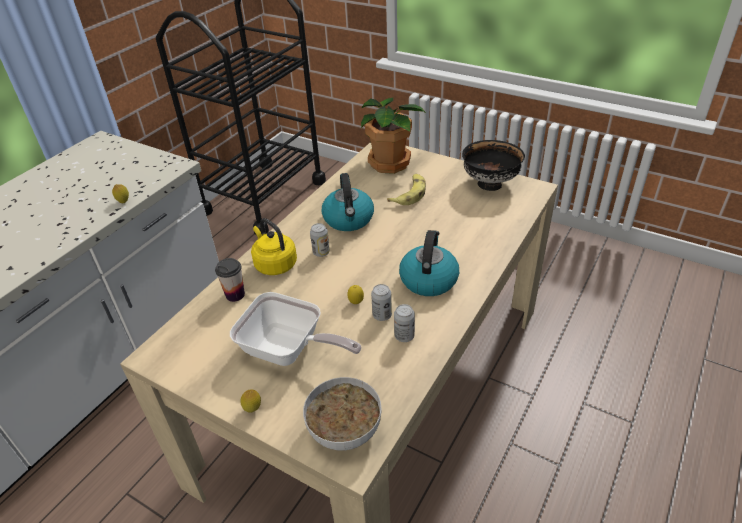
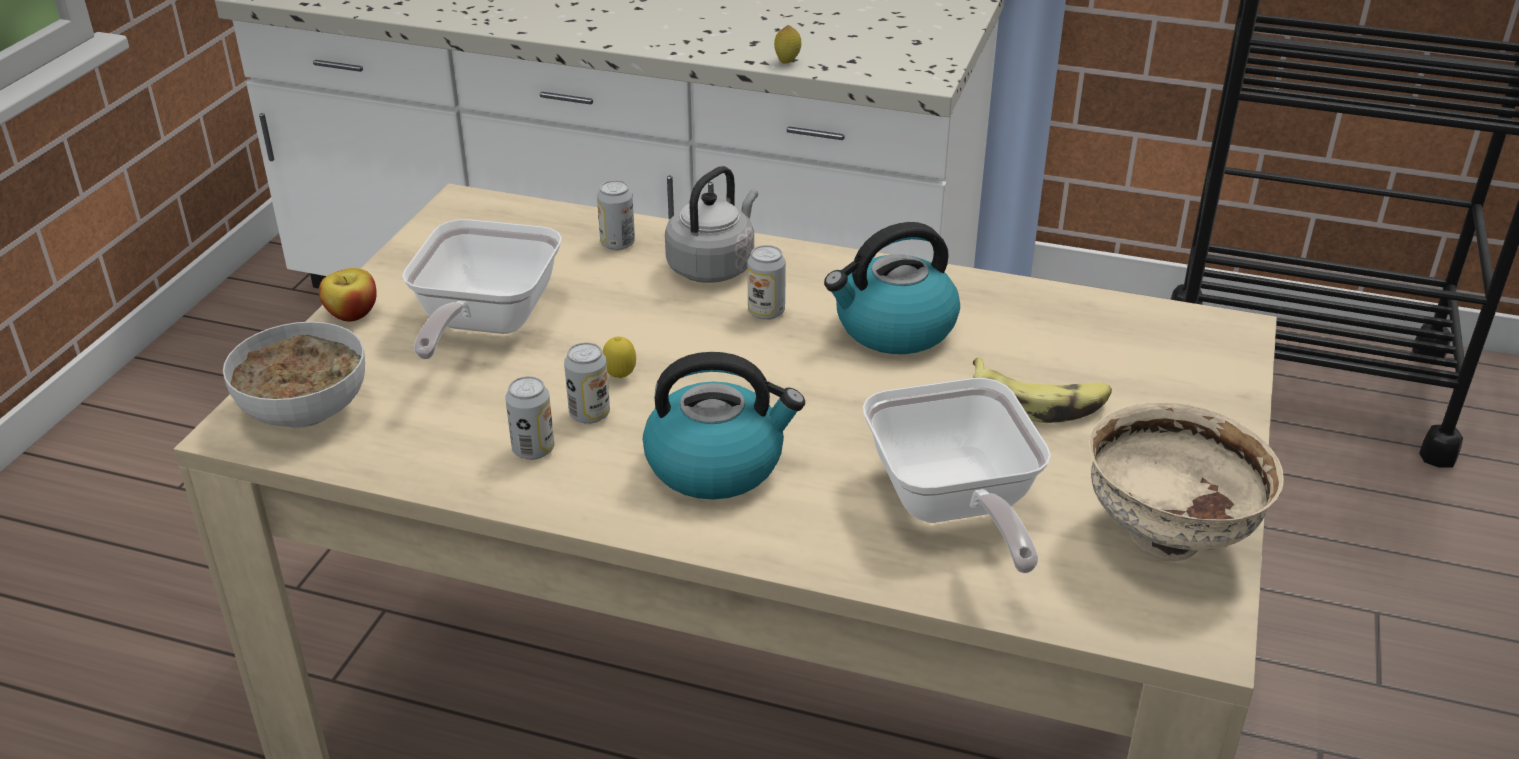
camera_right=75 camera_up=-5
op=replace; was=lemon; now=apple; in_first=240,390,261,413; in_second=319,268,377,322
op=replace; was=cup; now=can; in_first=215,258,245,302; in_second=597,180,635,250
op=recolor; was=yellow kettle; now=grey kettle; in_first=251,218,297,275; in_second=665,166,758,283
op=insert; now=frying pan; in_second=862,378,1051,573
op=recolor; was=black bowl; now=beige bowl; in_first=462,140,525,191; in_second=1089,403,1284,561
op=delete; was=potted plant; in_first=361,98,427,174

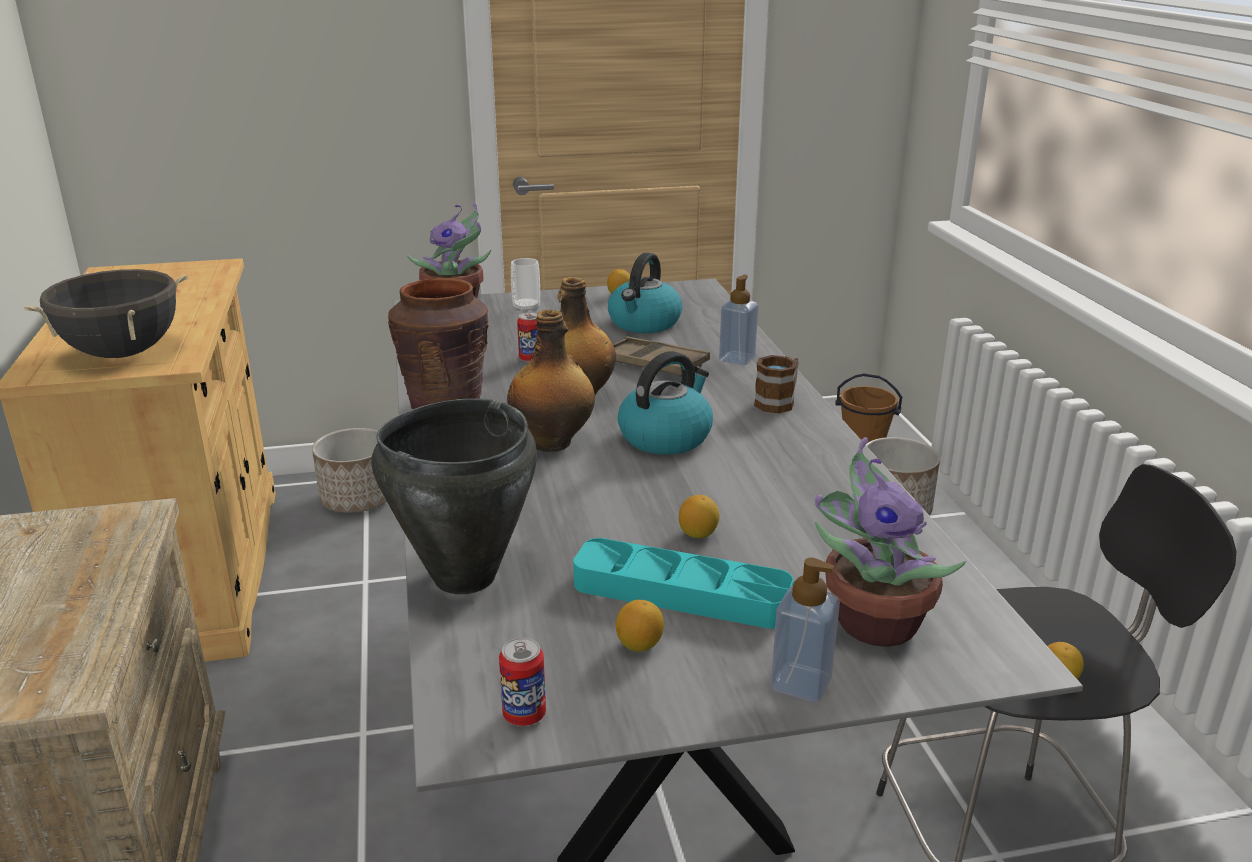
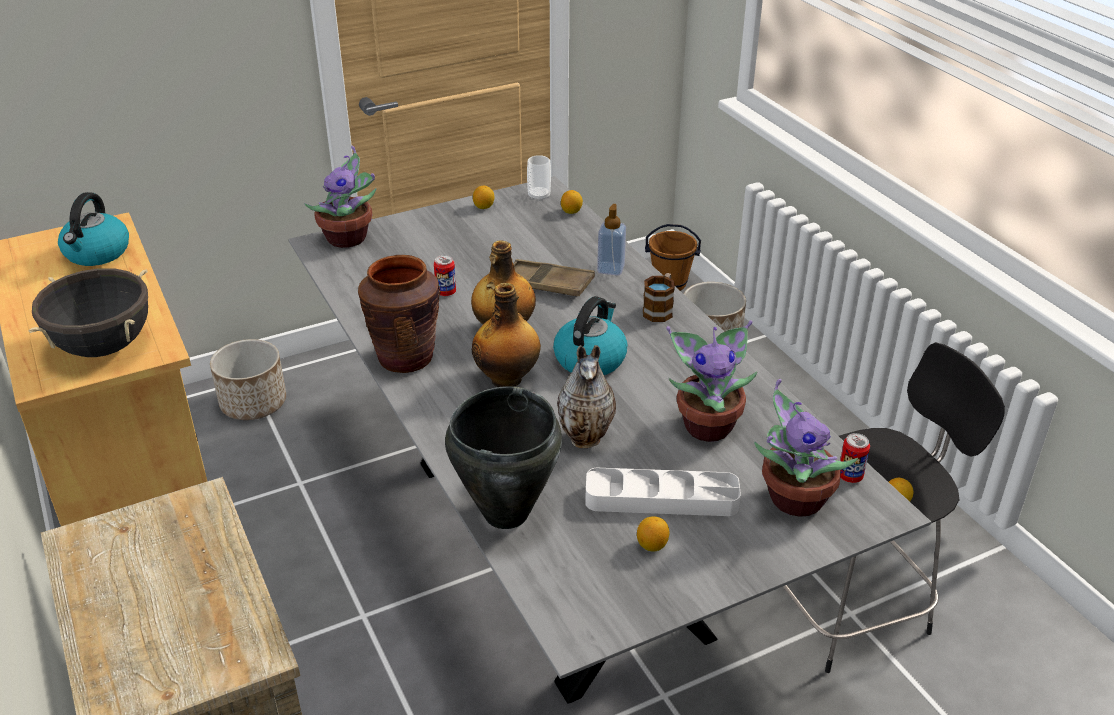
camera_right=-15 camera_up=10
op=move; was=kettle; in_first=608,253,682,333; in_second=58,192,129,266
op=move; was=cup; in_first=511,258,540,313; in_second=527,155,551,201
op=insert; now=vase; in_second=557,345,616,448
op=move; was=lemon; in_first=679,495,719,538; in_second=561,190,583,214
op=recolor; was=turquoise tray; now=white tray; in_first=573,538,794,629; in_second=585,468,741,516
op=insert; now=potted plant; in_second=666,320,757,442
op=move; was=can; in_first=499,638,546,726; in_second=840,433,870,483
op=delete; was=soap dispenser; in_first=771,558,840,703

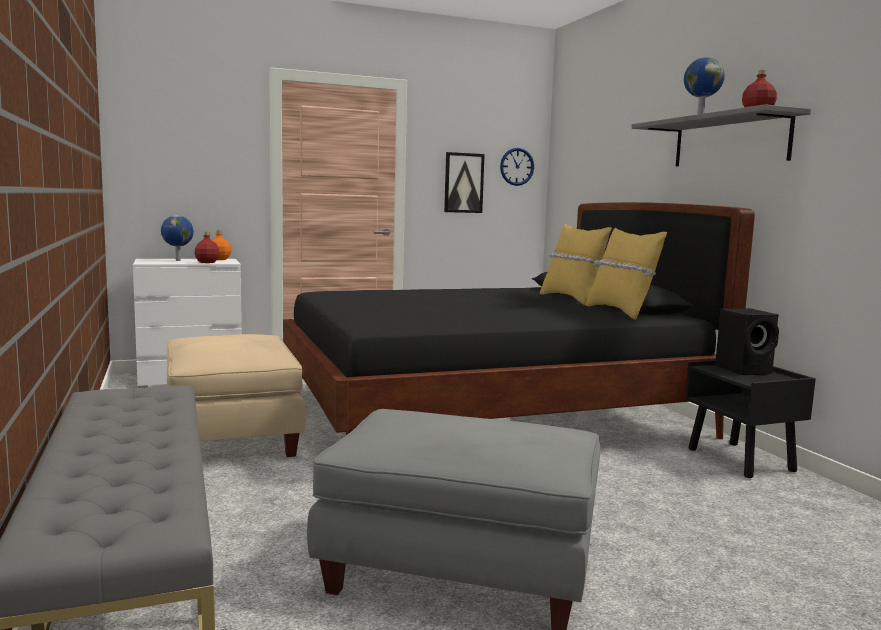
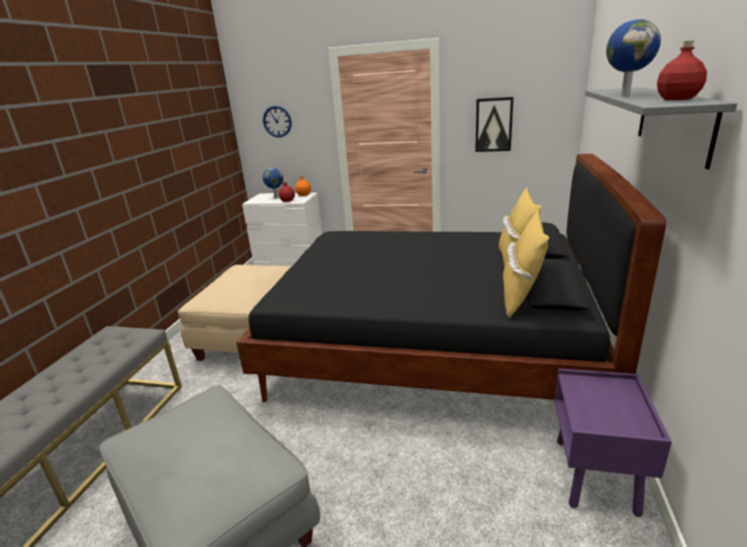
camera_right=35 camera_up=15
op=move; was=wall clock; in_first=500,148,534,186; in_second=263,106,291,137
op=recolor; was=black nightstand; now=purple nightstand; in_first=685,360,816,478; in_second=555,368,672,517
op=delete; was=black speaker; in_first=715,308,779,375

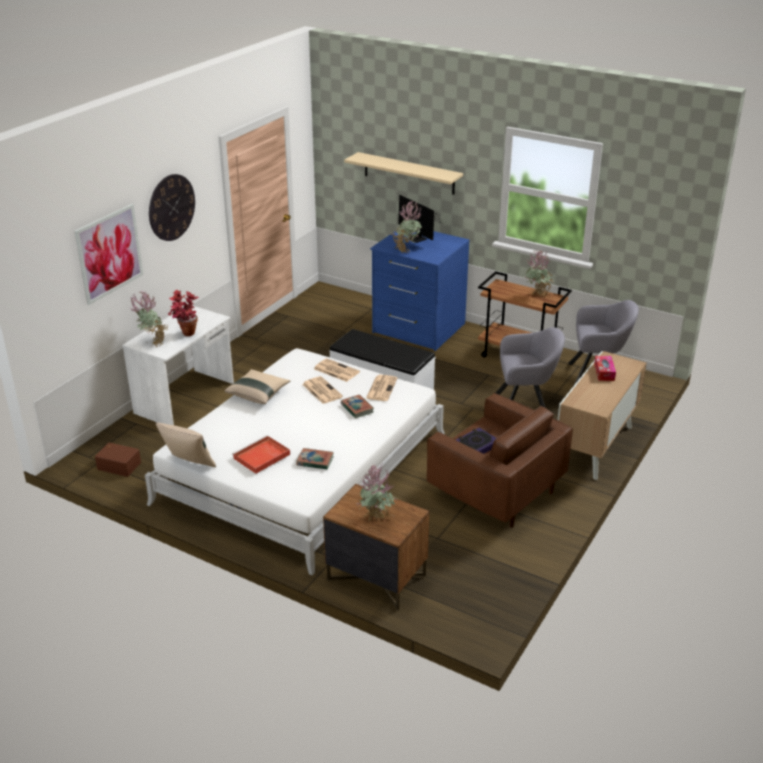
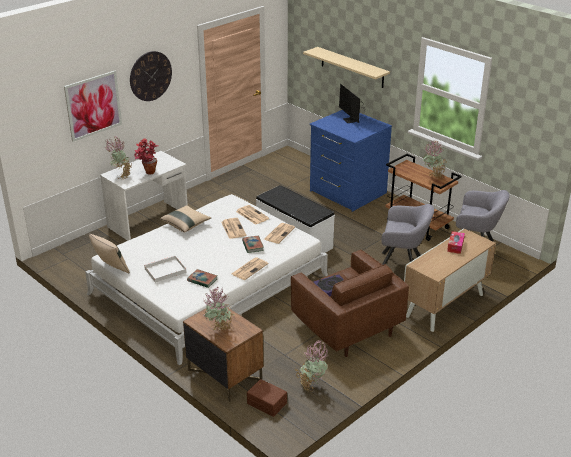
camera_right=15 camera_up=0
op=recolor; was=red tray; now=white tray; in_first=232,435,290,474; in_second=144,256,187,283
op=insert; now=newspaper; in_second=231,257,268,280
op=move; was=brown storage box; in_first=95,443,141,477; in_second=247,379,287,417
op=move; was=potted plant; in_first=390,201,422,253; in_second=295,340,329,391

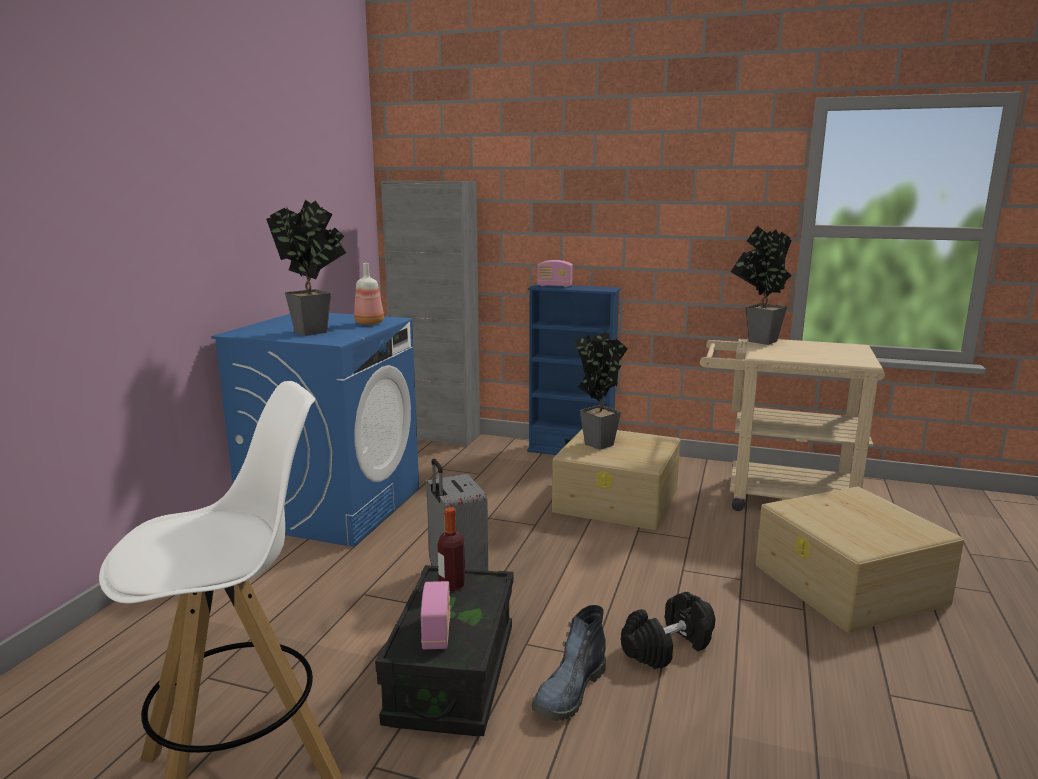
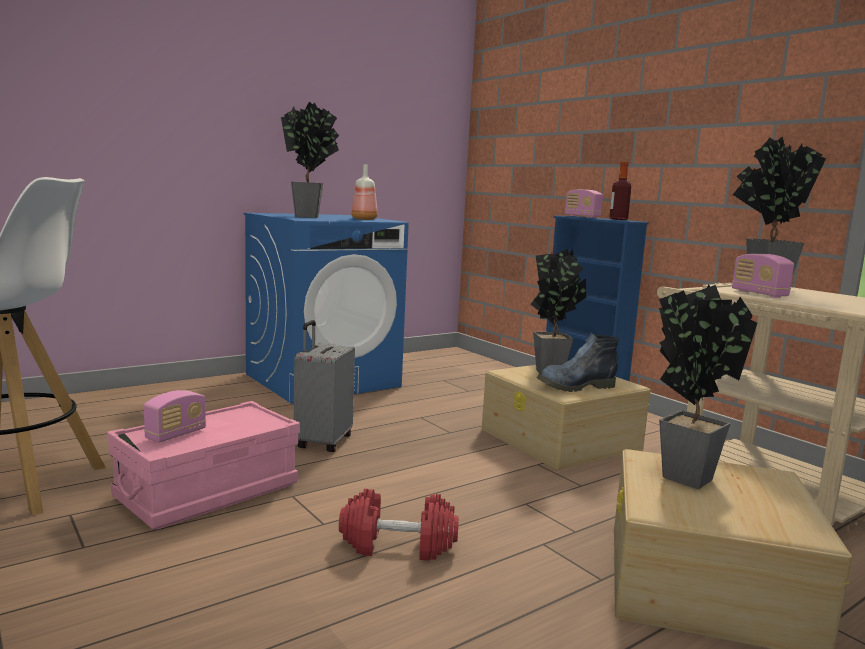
camera_right=35 camera_up=-5
op=recolor; was=black storage box; now=pink storage box; in_first=375,565,514,736; in_second=107,401,300,529
op=recolor; was=black dumbbell; now=red dumbbell; in_first=621,592,715,669; in_second=339,488,459,561
op=move; was=boot; in_first=532,605,606,721; in_second=537,332,619,392
op=move; was=bottle; in_first=438,507,465,591; in_second=609,162,631,220
op=insert; now=potted plant; in_second=659,285,757,489
op=insert; now=radio; in_second=732,254,794,298
op=delete; was=grey cabinet; in_first=381,181,480,446

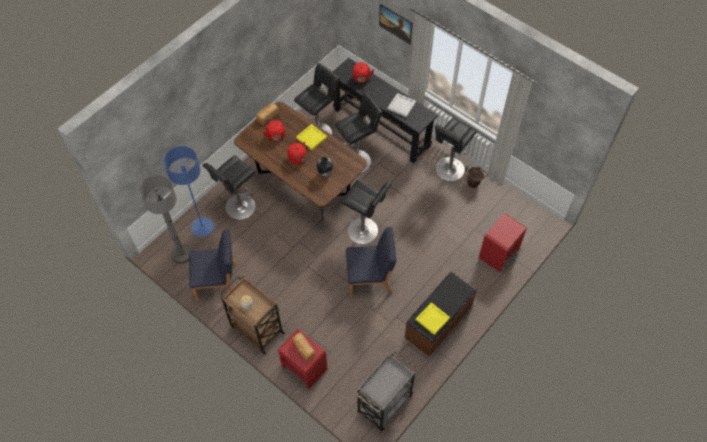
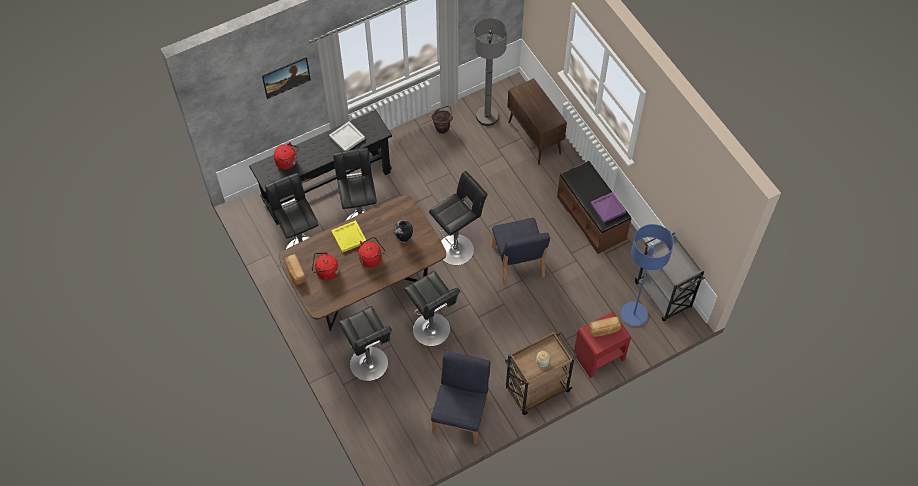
camera_right=-70 camera_up=0
op=move; was=black stool; in_first=434,117,477,181; in_second=404,271,460,346
op=move; was=grey floor lamp; in_first=140,175,192,263; in_second=473,18,507,126
op=rotate; was=blue chair; in_first=346,227,396,297; in_second=492,218,550,286; clockwise=150
op=replace; was=red nightstand; now=brown cabinet; in_first=479,213,527,272; in_second=507,78,567,165
op=recolor; was=yellow tray; now=purple tray; in_first=416,302,450,335; in_second=590,192,626,223
op=move; was=blue floor lamp; in_first=163,146,214,237; in_second=621,224,674,326

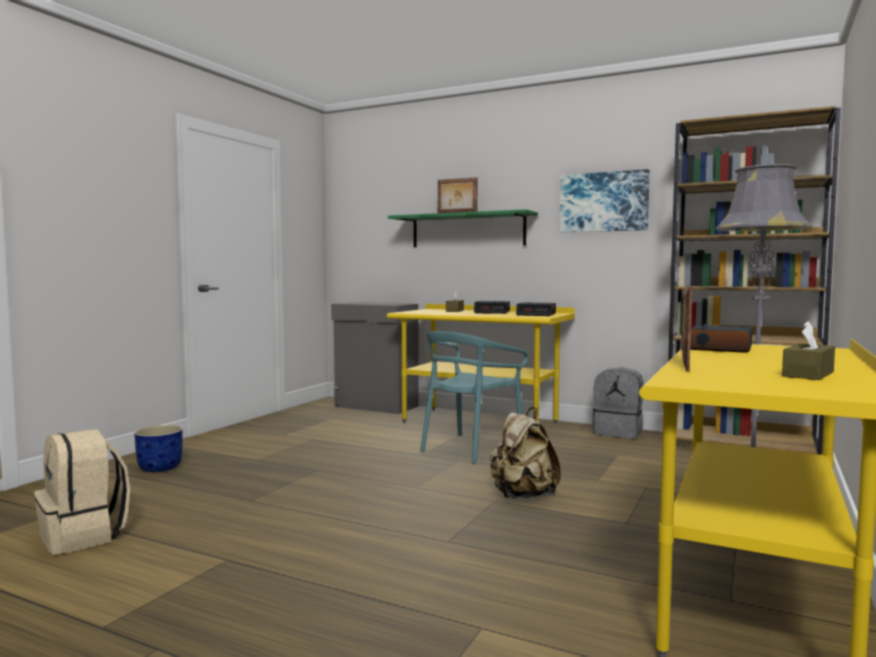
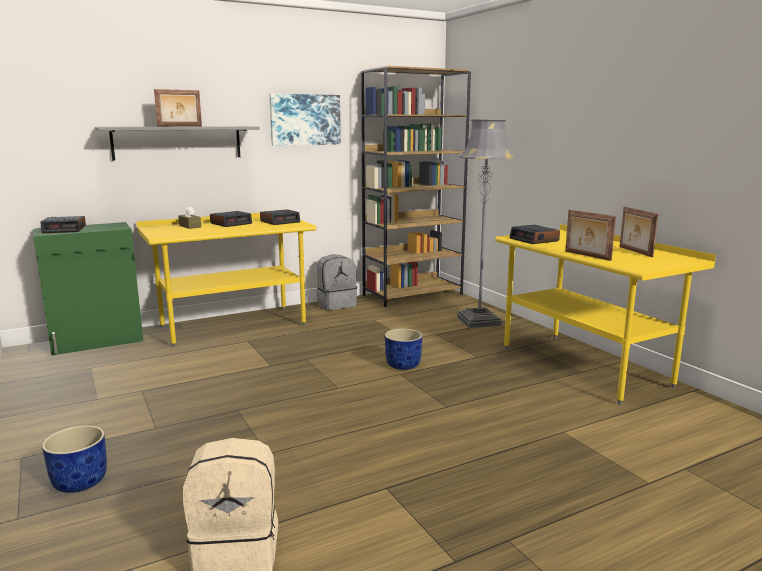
camera_right=-55 camera_up=10
op=recolor; was=grey cabinet; now=green cabinet; in_first=331,302,419,414; in_second=33,222,143,356
op=insert; now=alarm clock; in_second=40,216,86,233
op=recolor; was=green shelf; now=grey shelf; in_first=388,209,538,247; in_second=95,126,260,161
op=replace; was=beige backpack; now=blue planter; in_first=489,407,561,499; in_second=385,329,423,370
op=replace; was=brown tissue box; now=picture frame; in_first=782,321,835,380; in_second=620,207,658,257
op=delete; was=turquoise chair; in_first=420,331,529,464

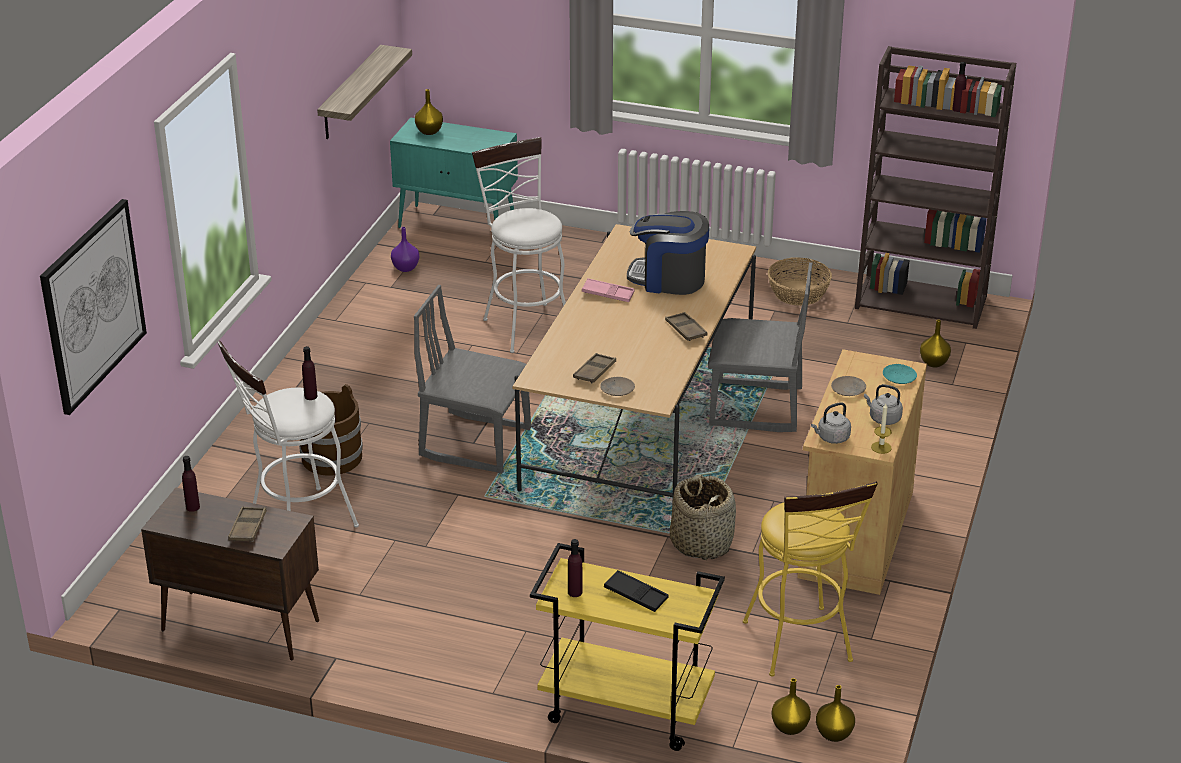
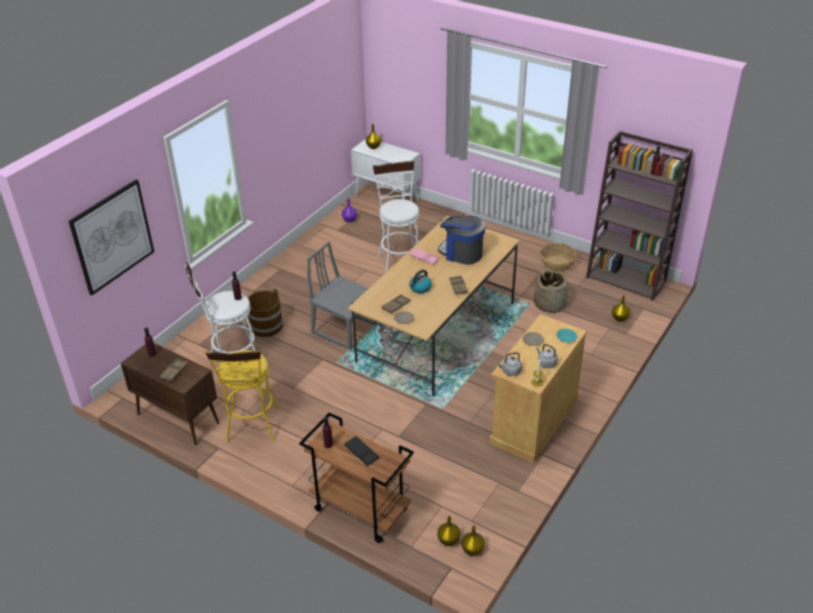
camera_right=15 camera_up=5
op=move; was=yellow stool; in_first=743,482,878,677; in_second=205,350,279,443
op=recolor; was=yellow cart; now=brown cart; in_first=530,543,725,751; in_second=299,412,414,543
op=recolor; was=turquoise cabinet; now=white cabinet; in_first=390,118,518,228; in_second=351,139,420,201
op=insert; now=kettle; in_second=409,270,432,293
op=move; was=basket; in_first=670,475,736,560; in_second=534,270,568,313
op=delete; was=shelf; in_first=317,45,412,139
op=delete; was=grey chair; in_first=708,262,812,432

